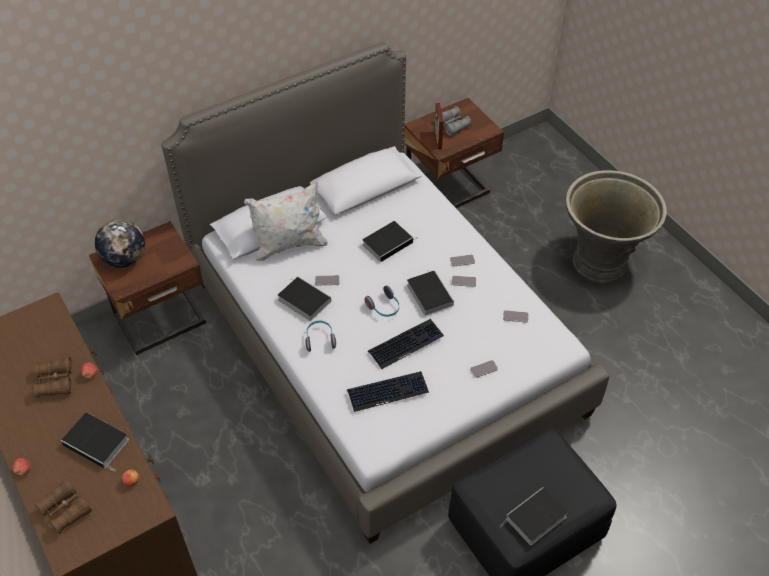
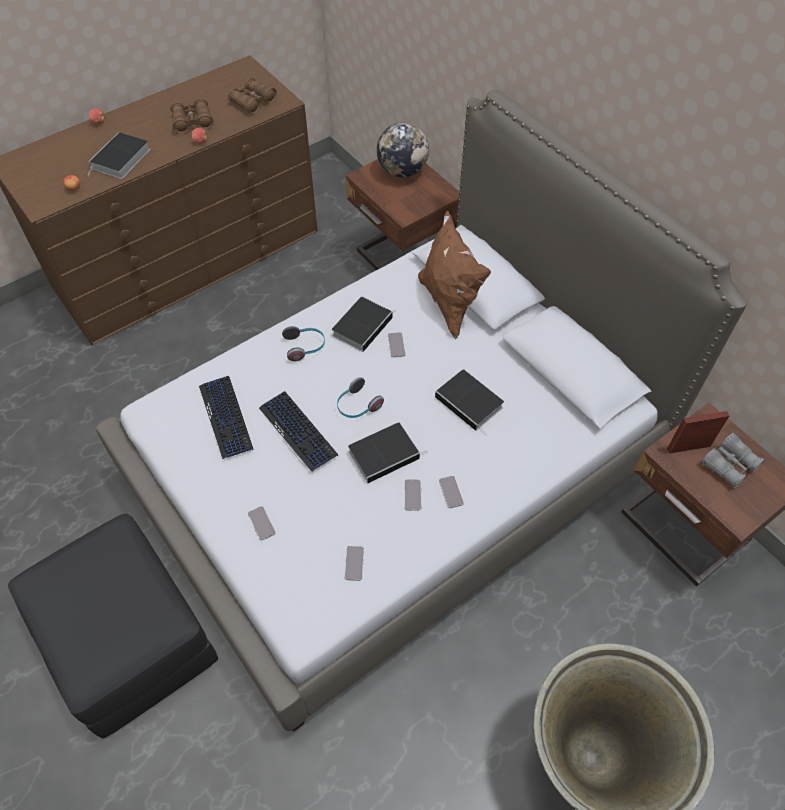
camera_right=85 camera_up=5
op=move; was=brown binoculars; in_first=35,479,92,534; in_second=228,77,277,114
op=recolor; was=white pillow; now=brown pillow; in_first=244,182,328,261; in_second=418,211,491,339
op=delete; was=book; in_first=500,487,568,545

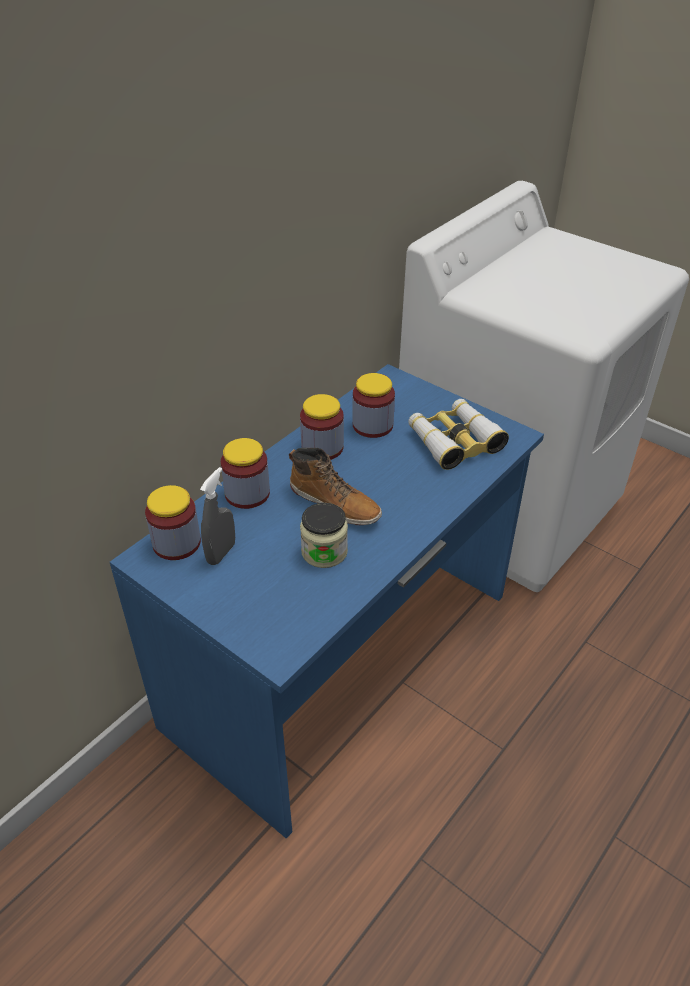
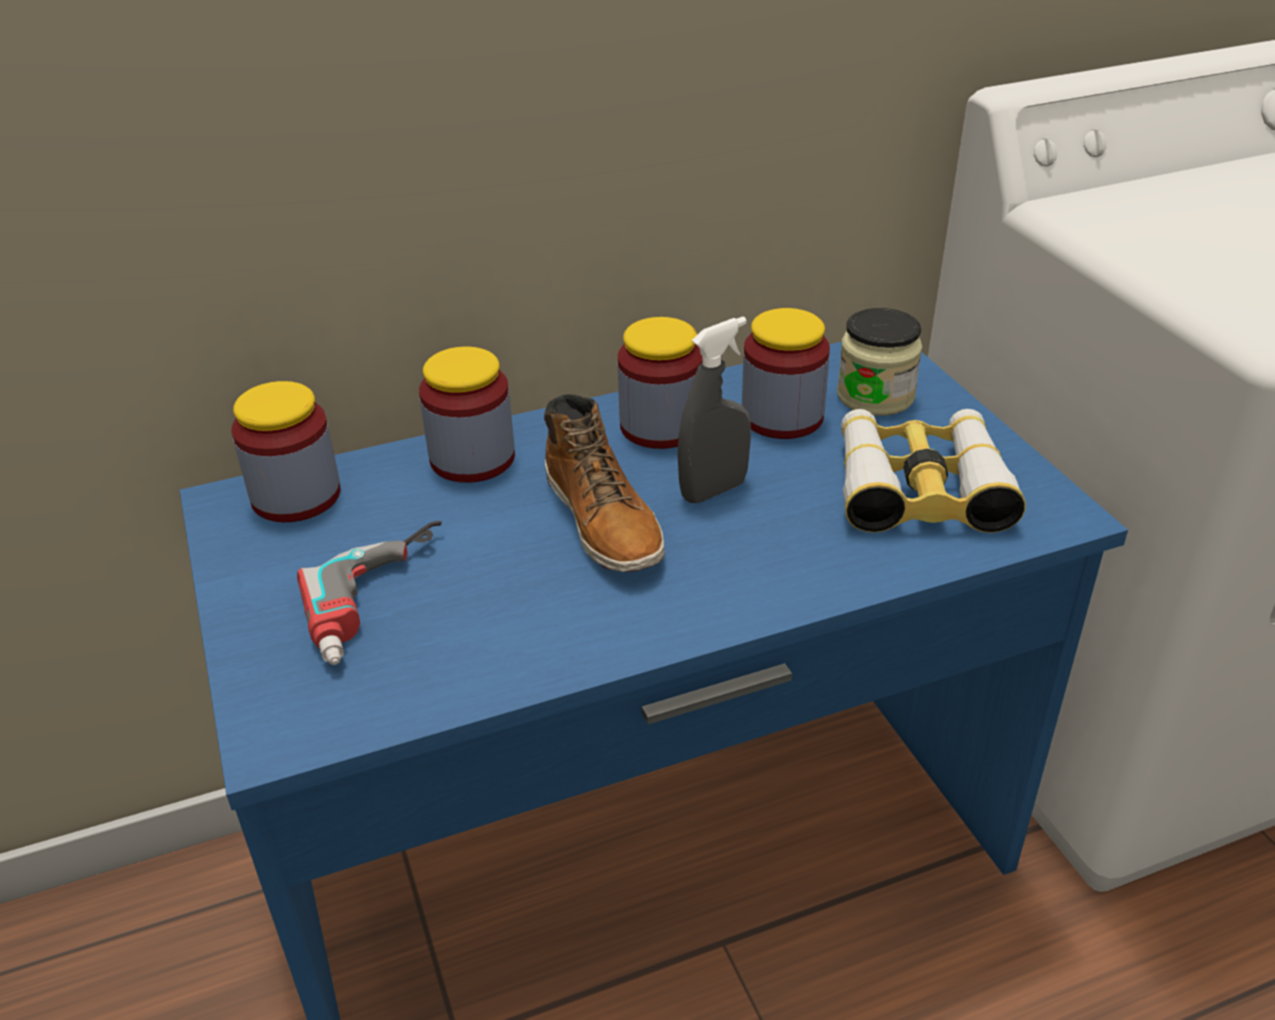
camera_right=30 camera_up=-5
op=insert; now=power drill; in_second=297,521,442,665
op=move; was=grey spray bottle; in_first=200,467,235,565; in_second=677,317,751,503
op=move; was=jar; in_first=300,503,348,568; in_second=837,308,922,416

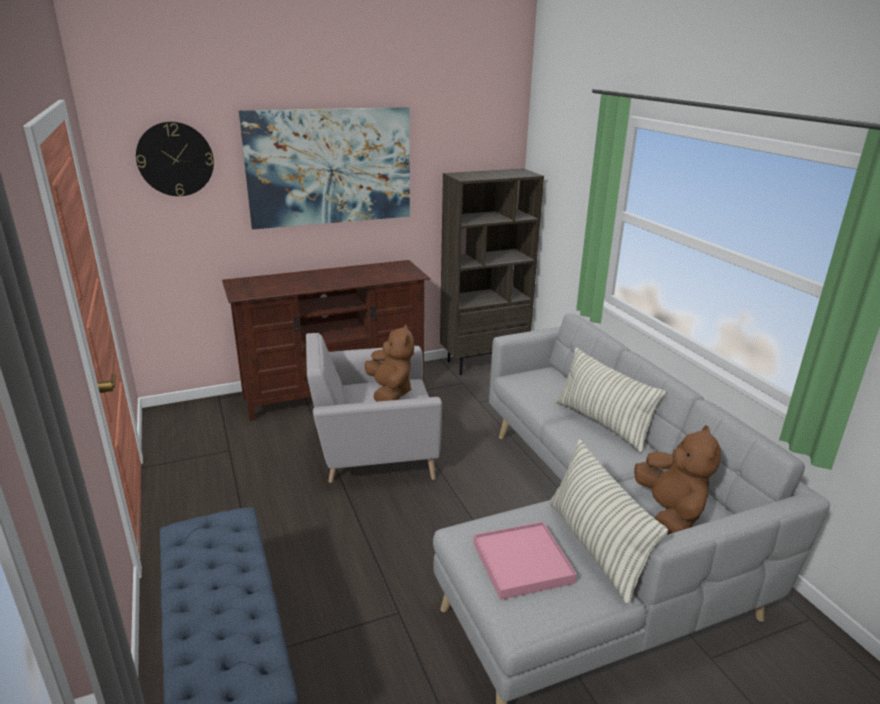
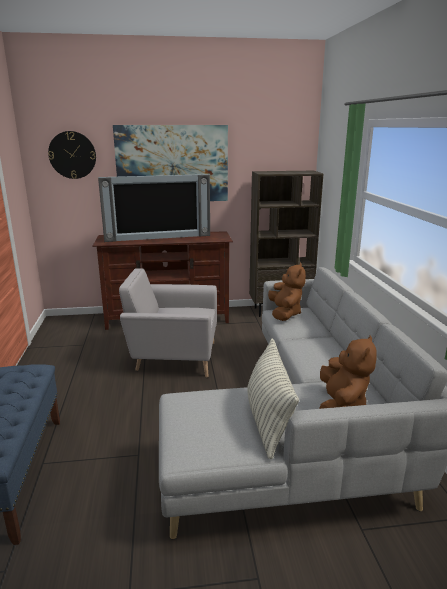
camera_right=15 camera_up=-5
op=insert; now=television; in_second=98,174,210,242
op=move; was=brown plush toy; in_first=365,324,414,402; in_second=268,263,306,321
op=delete; was=pink tray; in_first=473,522,577,600
op=delete; was=pillow; in_first=556,348,666,453

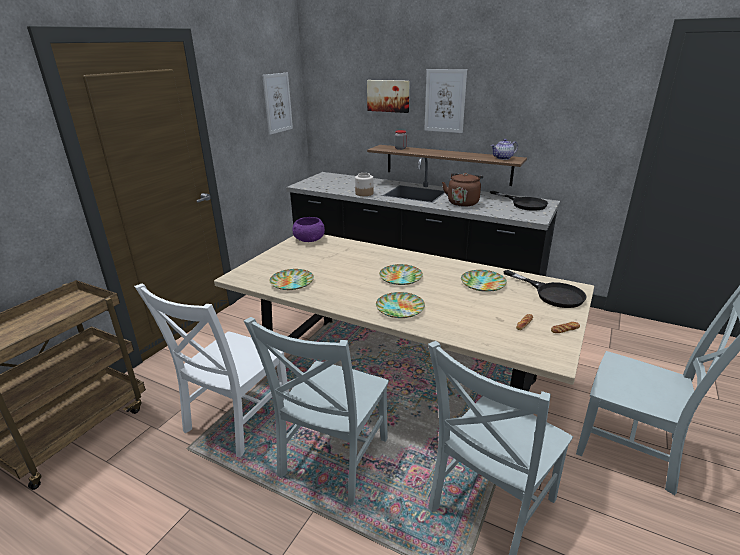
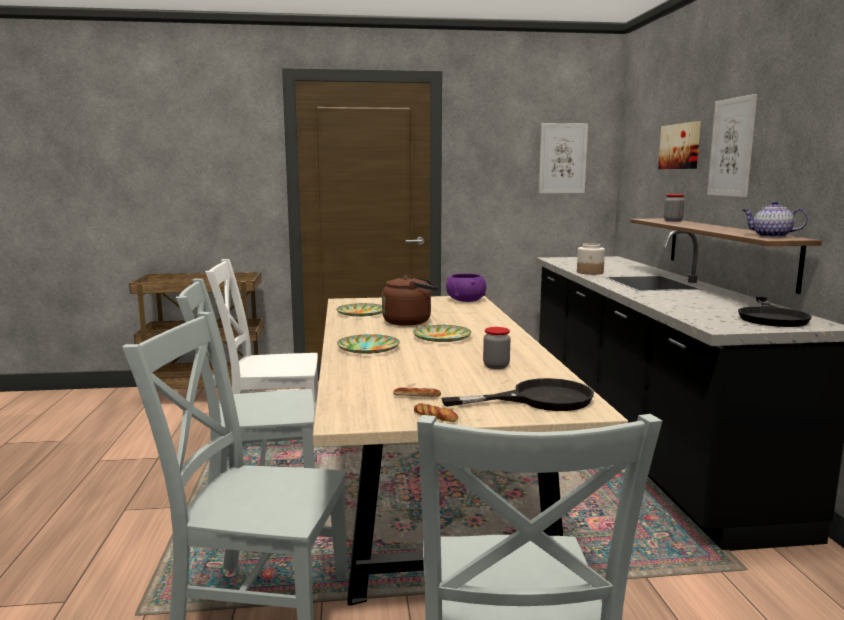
camera_right=55 camera_up=-15
op=move; was=brown kettle; in_first=442,173,484,207; in_second=382,275,438,326
op=rotate; was=black frying pan; in_first=504,270,586,308; in_second=441,378,594,411; clockwise=-120
op=replace; was=plate; now=jar; in_first=461,270,507,292; in_second=483,327,510,369

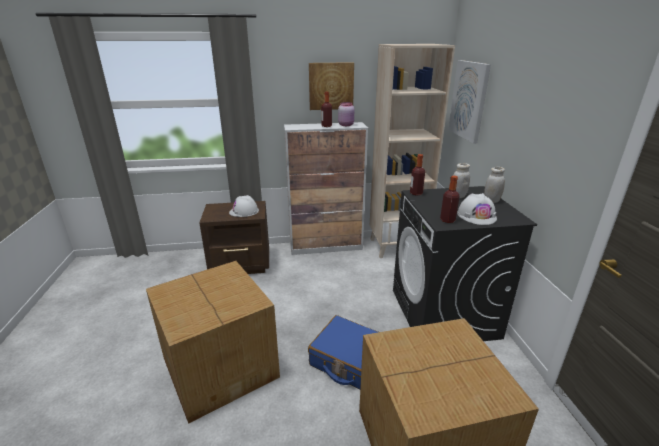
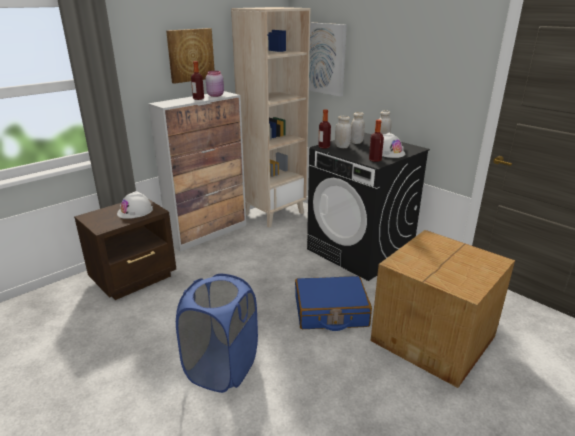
camera_right=-35 camera_up=0
op=replace; was=cardboard box; now=blue laundry basket; in_first=146,261,280,424; in_second=176,274,258,393
op=insert; now=white jar; in_second=335,116,352,148

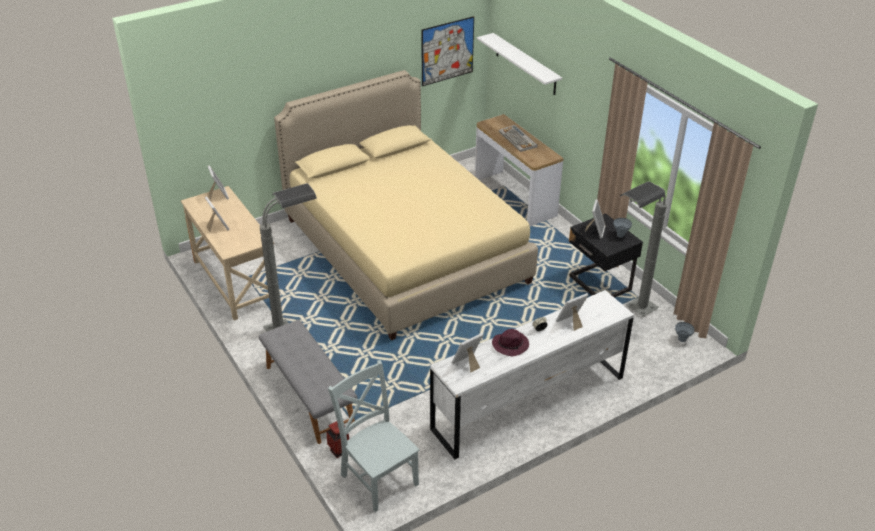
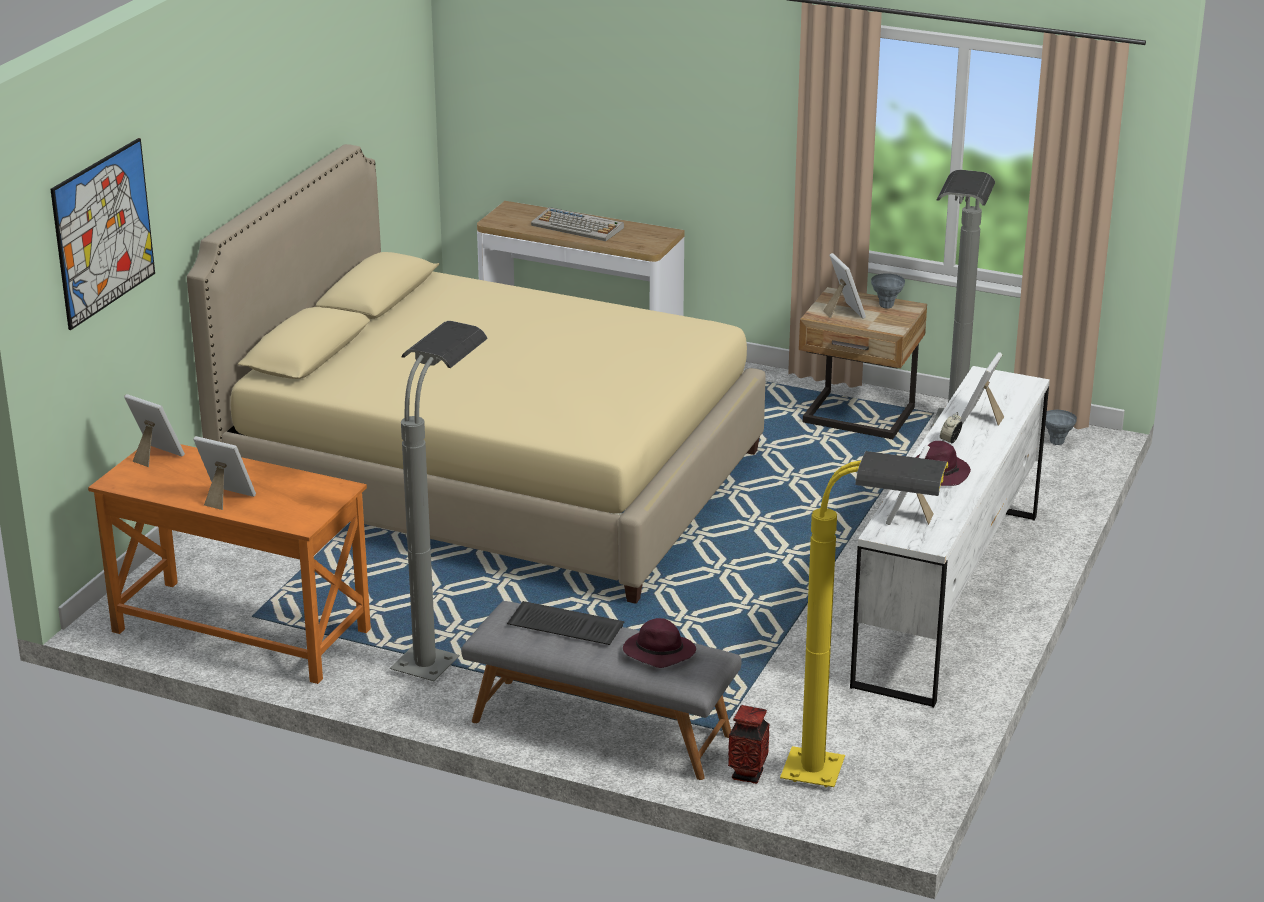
camera_right=-35 camera_up=-10
op=move; was=picture; in_first=421,16,474,86; in_second=50,138,155,330
op=recolor; was=beige desk; now=orange desk; in_first=181,186,274,321; in_second=88,444,371,684
op=insert; now=keyboard; in_second=507,601,624,645
op=insert; now=purple hat; in_second=623,618,696,668
op=replace; was=grey chair; now=yellow floor lamp; in_first=328,360,420,512; in_second=780,451,948,787
op=recolor; was=black nightstand; now=beige nightstand; in_first=569,213,643,298; in_second=799,287,927,439
op=delete; was=white shelf; in_first=477,33,562,95

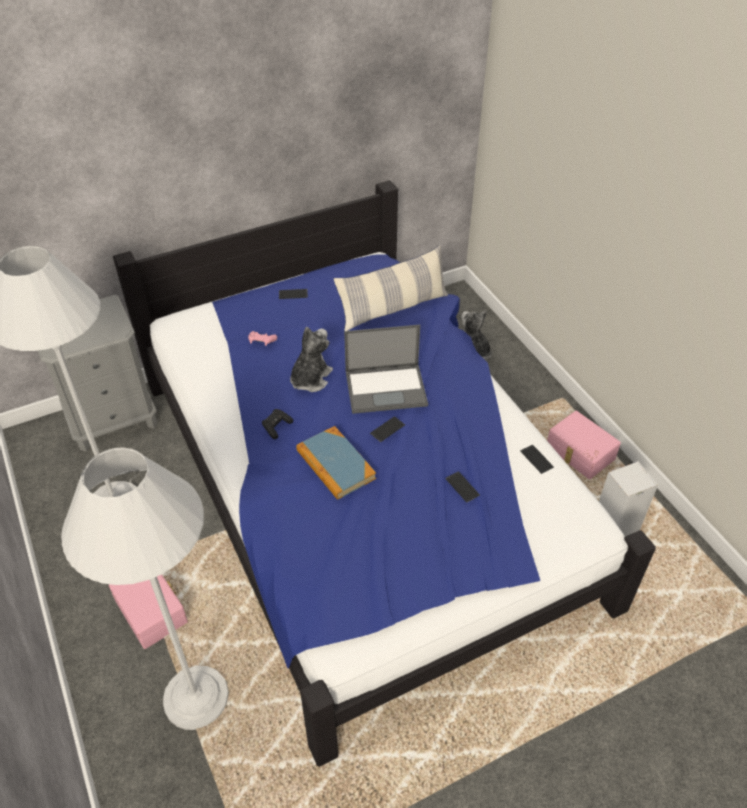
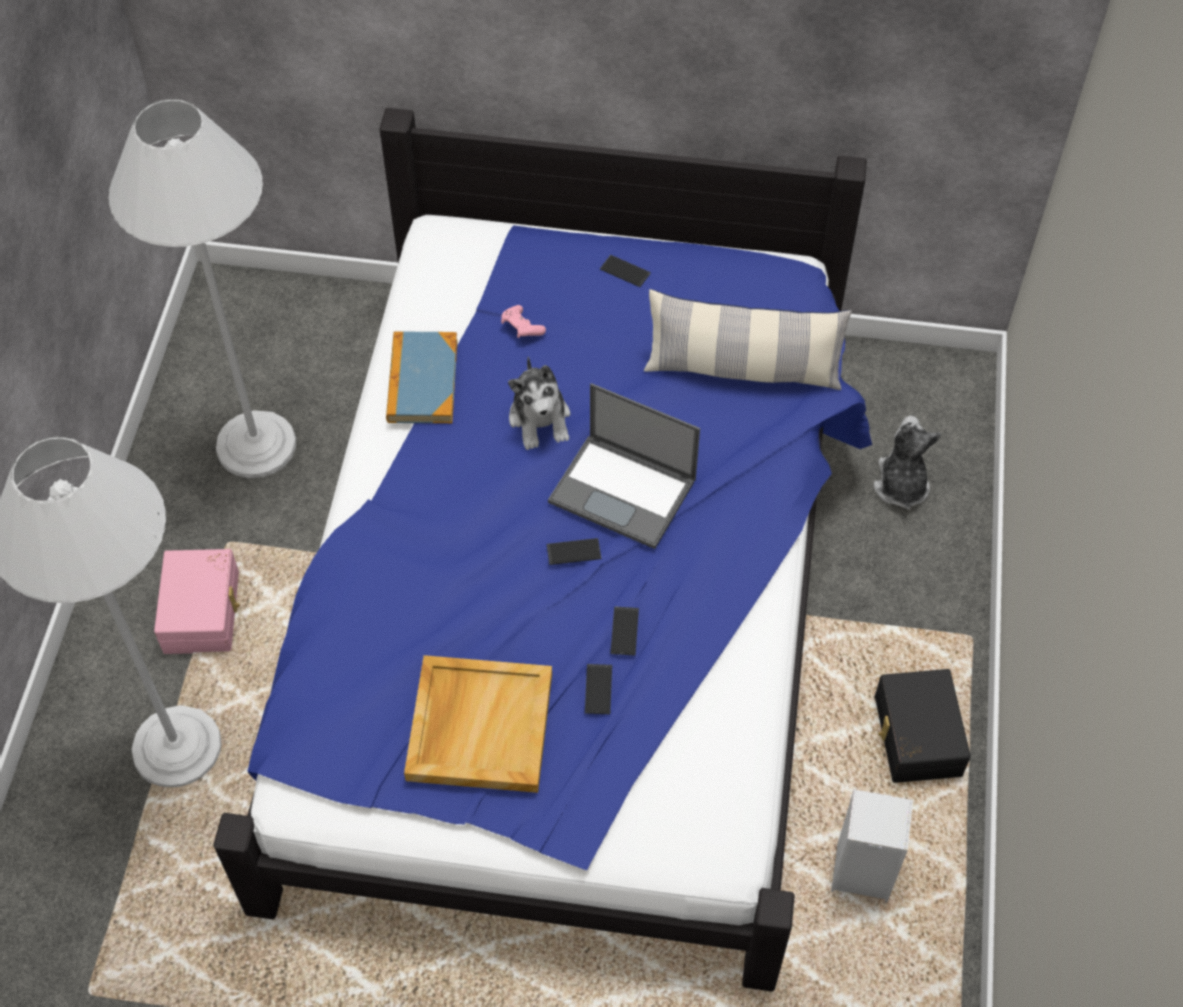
camera_right=35 camera_up=10
op=move; was=book; in_first=296,426,376,500; in_second=386,332,458,423
op=insert; now=beige tray; in_second=404,655,552,793
op=rotate; was=plush toy; in_first=290,327,333,392; in_second=508,356,571,450; clockwise=105
op=move; was=phone; in_first=520,445,554,474; in_second=610,606,639,656
op=recolor; was=pink storage box; now=black storage box; in_first=547,411,621,479; in_second=875,669,971,783
op=delete; was=grey nightstand; in_first=38,295,157,452
op=delete; was=black game controller; in_first=262,409,293,439

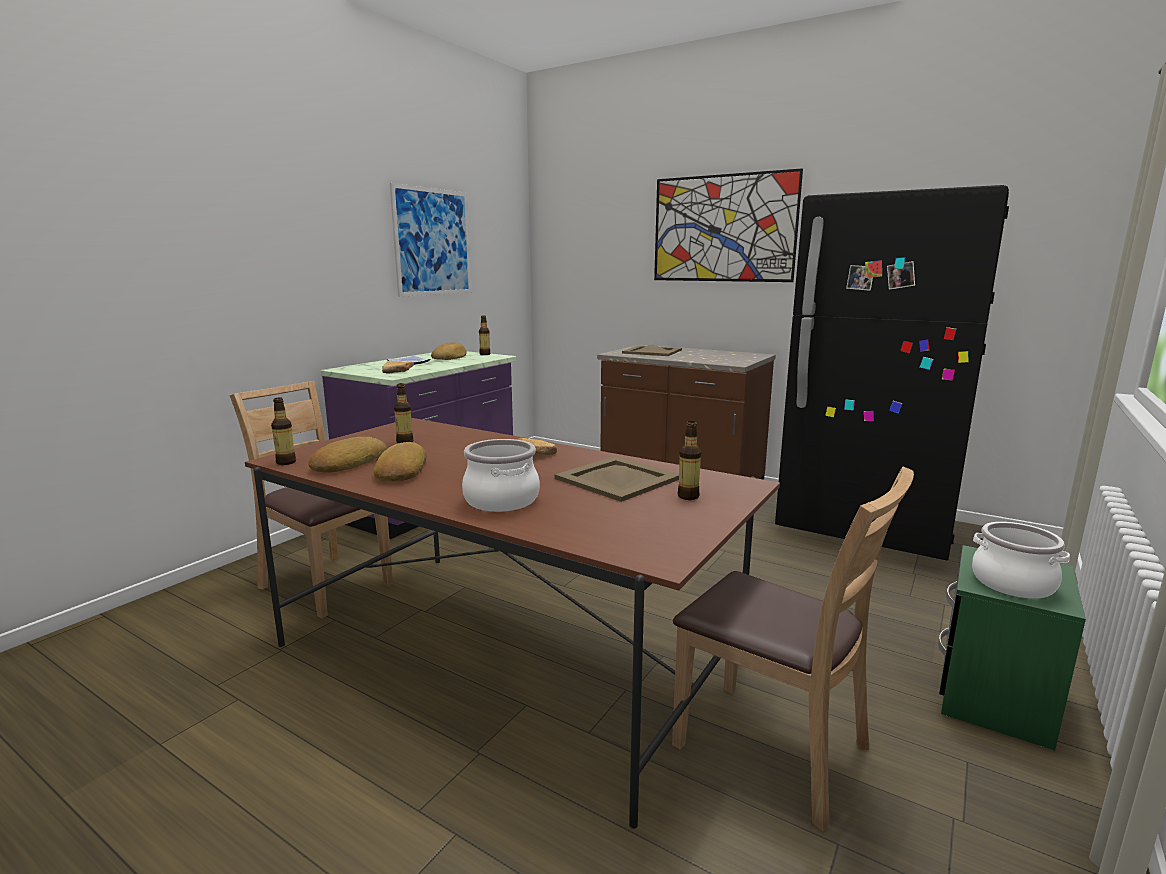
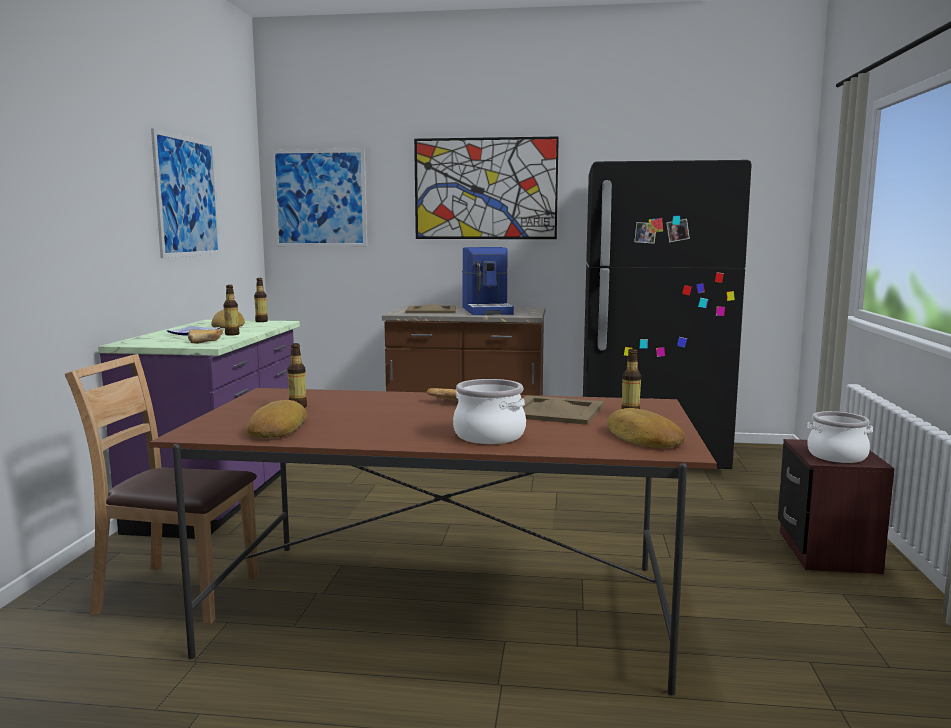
camera_right=-25 camera_up=-5
op=move; was=bottle; in_first=271,398,296,465; in_second=223,285,240,336
op=insert; now=picture; in_second=271,148,367,247
op=insert; now=coffee machine; in_second=462,247,514,315
op=move; was=bread; in_first=374,442,427,482; in_second=607,408,685,448
op=recolor; was=green nightstand; now=brown nightstand; in_first=938,545,1086,750; in_second=778,439,895,574
op=delete; was=brown chair; in_first=672,467,914,832

